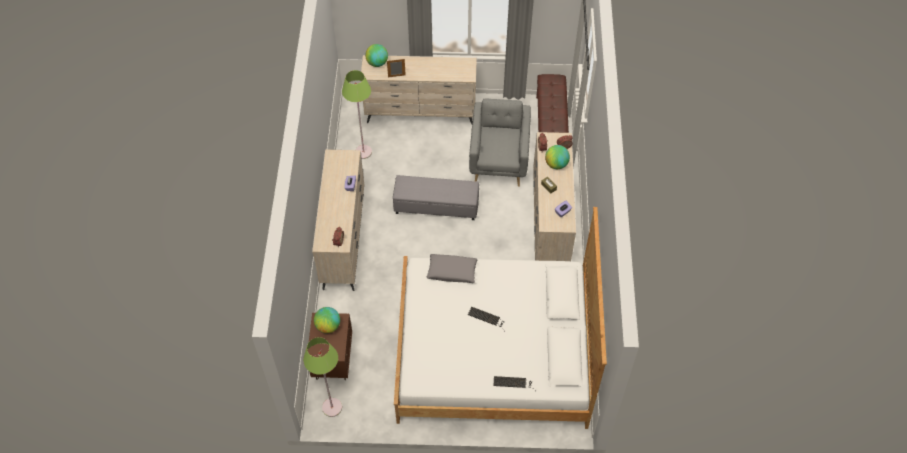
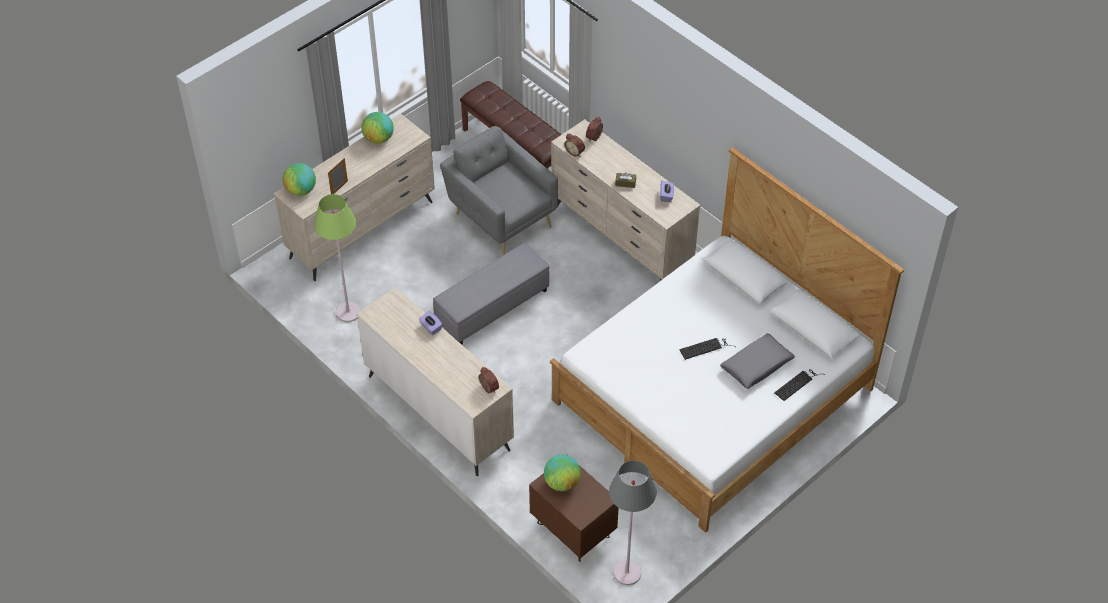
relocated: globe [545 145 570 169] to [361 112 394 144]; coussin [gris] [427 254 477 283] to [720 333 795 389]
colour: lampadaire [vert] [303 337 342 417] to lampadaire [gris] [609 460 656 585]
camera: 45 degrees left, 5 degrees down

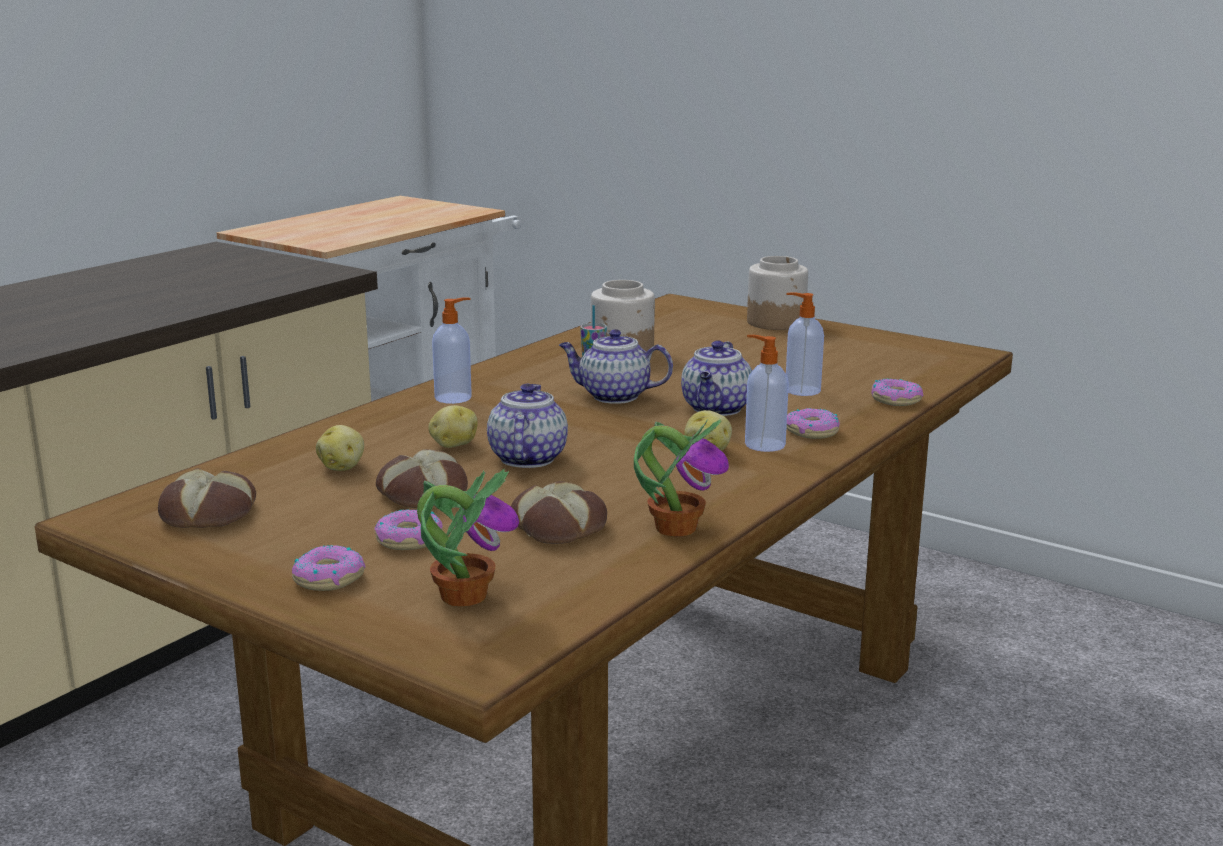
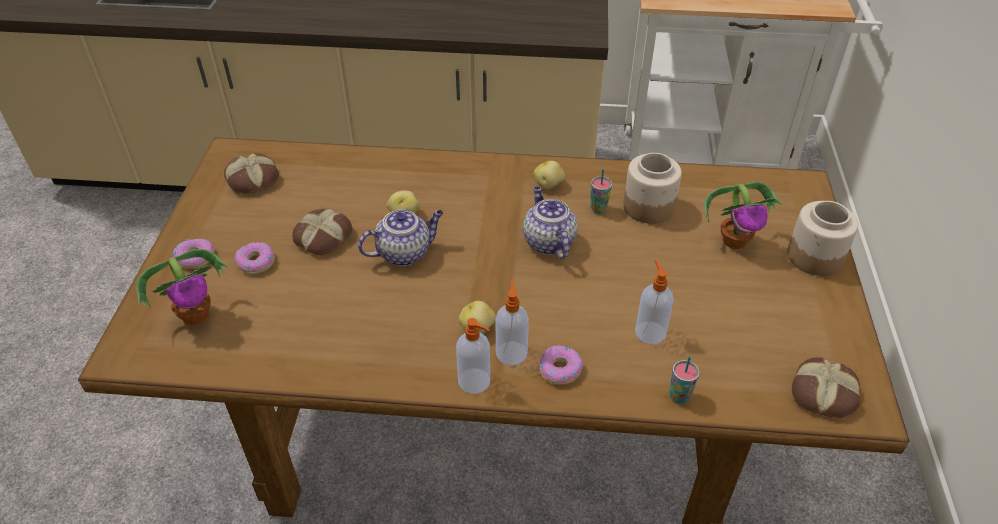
missing: théière [681 340 752 416]
relocated: distributeur de savon [432 297 472 404] to [456 318 490 394]; pomme de terre [316 425 364 471] to [534 161 565 189]; plante en pot [634 419 729 536] to [704 182 783 249]; pain [511 481 607 544] to [792 357 860 418]
exchanged: beignet [871 379 923 406] to tasse [669 356 700 404]
camera: 60 degrees right, 25 degrees up

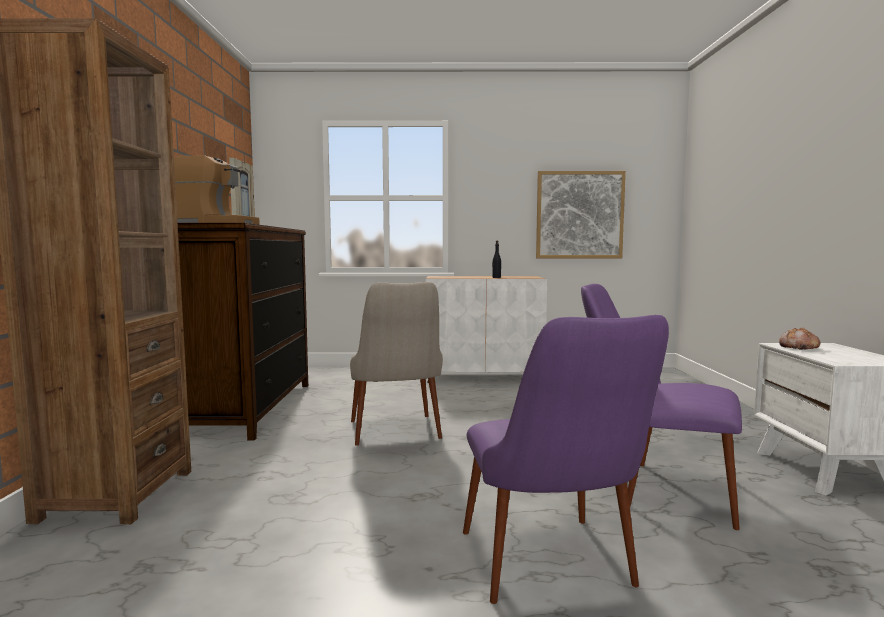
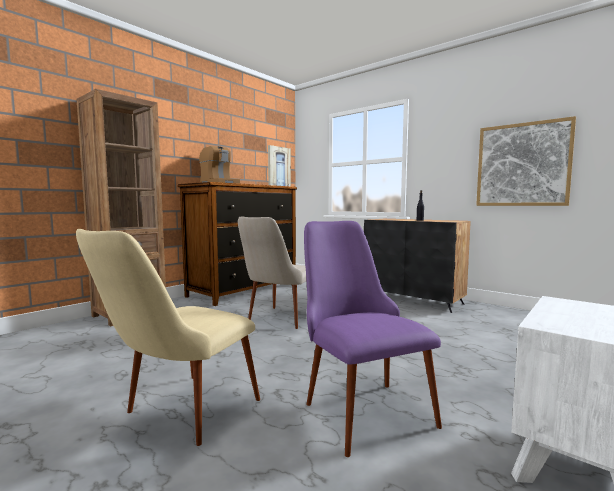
missing: pain [779 328 821 350]
colour: chaise [violet] [463 315 669 604] to chaise [beige] [76 229 260 446]; meuble de rangement [blanc] [426 276 547 383] to meuble de rangement [noir] [364 219 470 313]
camera: 40 degrees right, 0 degrees up

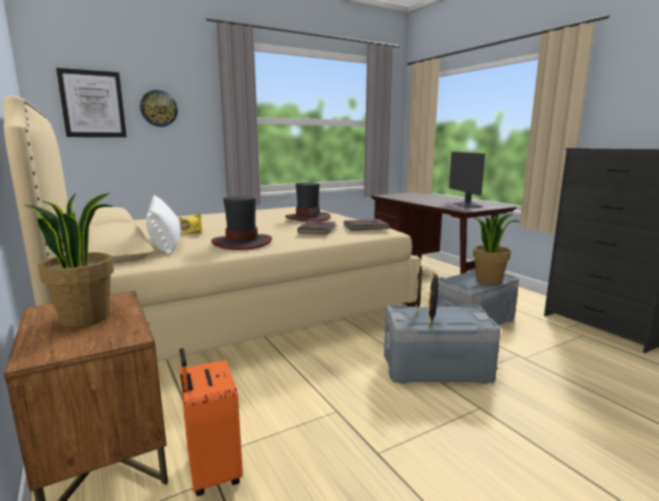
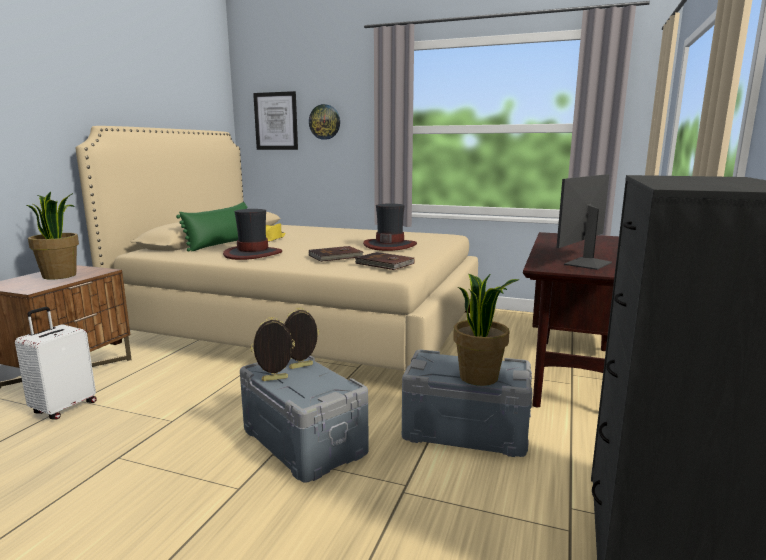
colour: valise [orange] [179 348 243 496] to valise [blanc] [15 307 97 420]; coussin [blanc] [146 195 181 255] to coussin [vert] [176 202 247 252]
camera: 50 degrees right, 0 degrees up

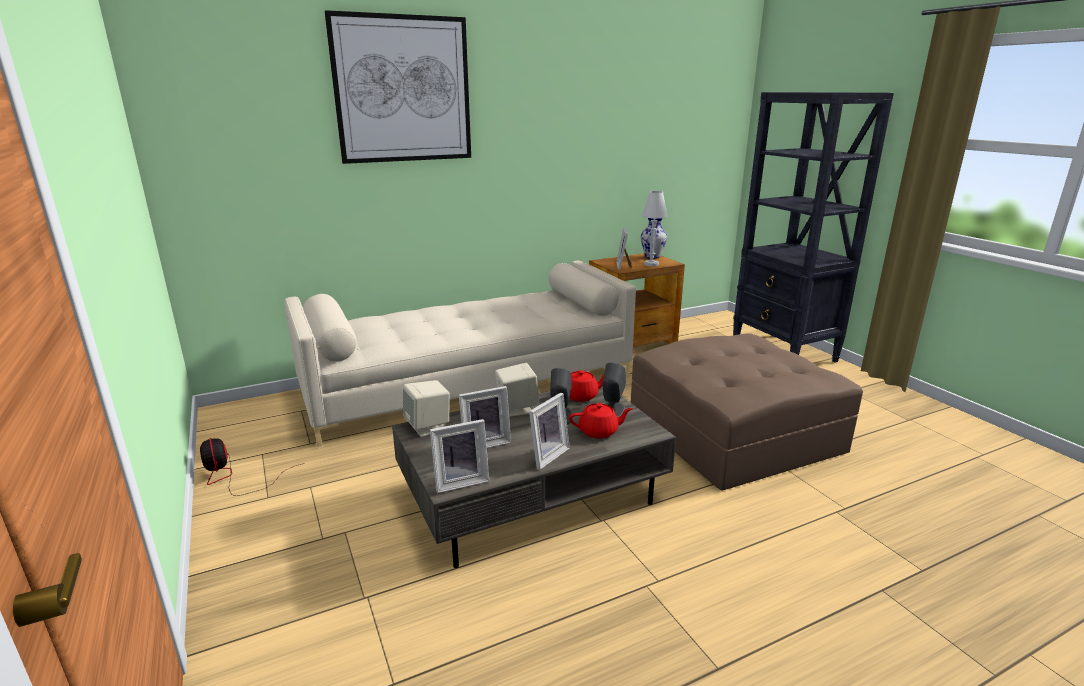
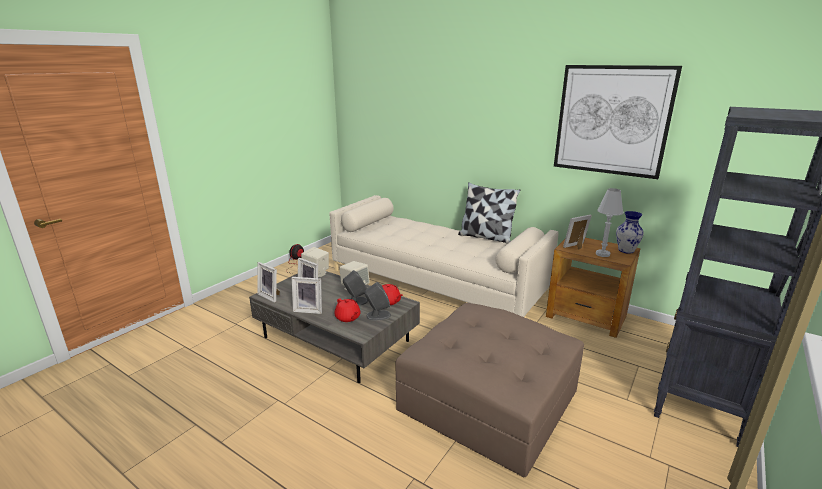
appeared: coussin [458 182 521 243]
relocated: tableau [324 10 471 164] to [554 65 682 179]
camera: 60 degrees right, 0 degrees up

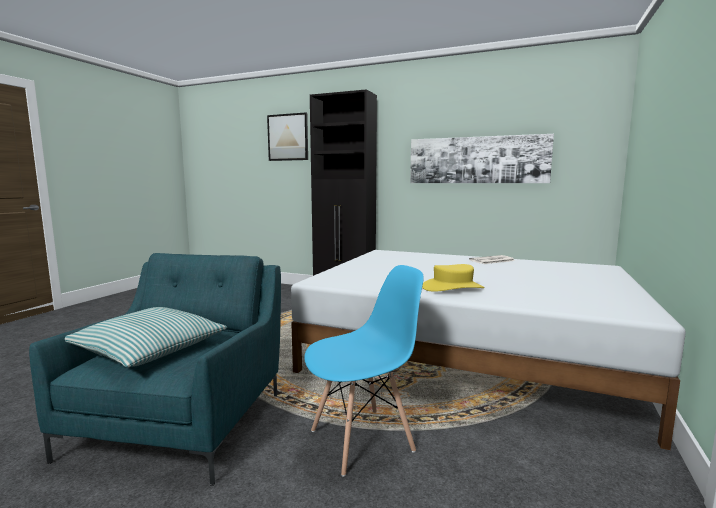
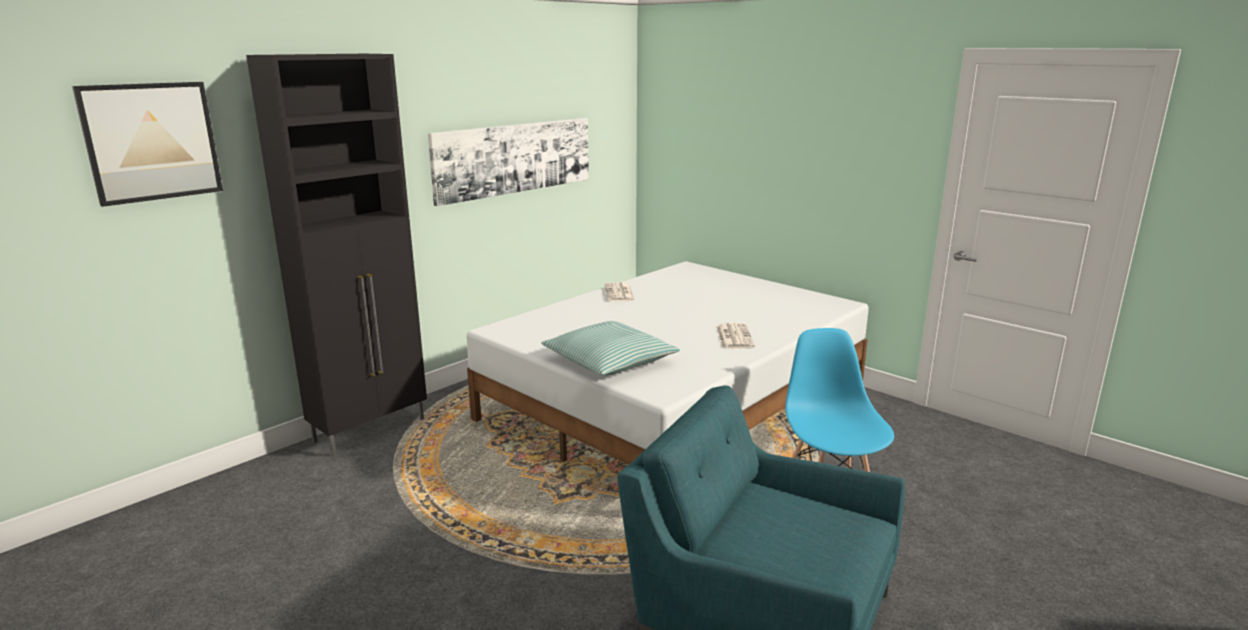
relocated: coussin [65 307 227 367] to [541 321 680 376]
exchanged: chapeau [jaune] [422 264 485 292] to journal [717 323 755 349]
camera: 70 degrees left, 10 degrees up

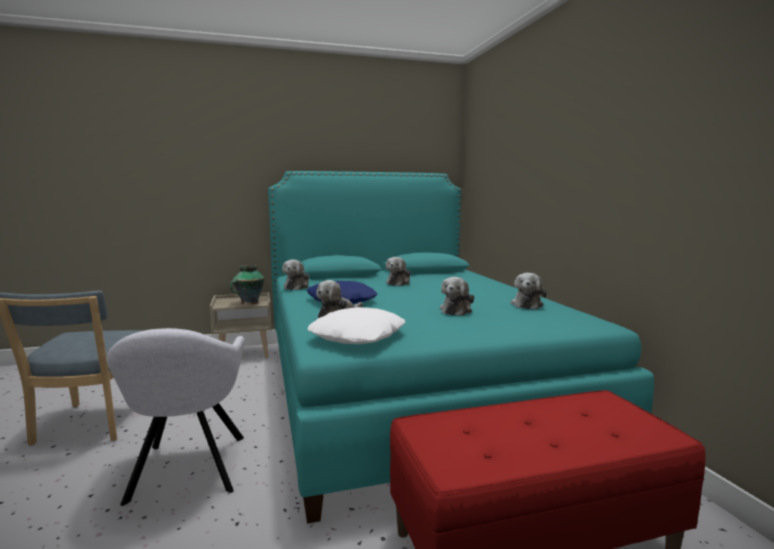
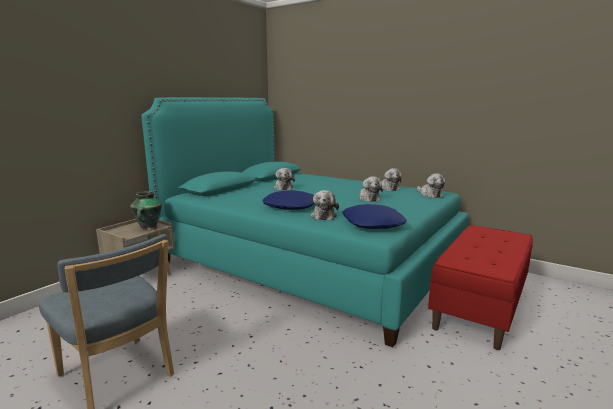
missing: fauteuil [gris] [106 328 244 506]
relocated: peluche [282 259 309 290] to [417 173 445 198]
colour: coussin [blanc] [308 307 405 344] to coussin [bleu] [342 204 407 229]
camera: 40 degrees left, 5 degrees up

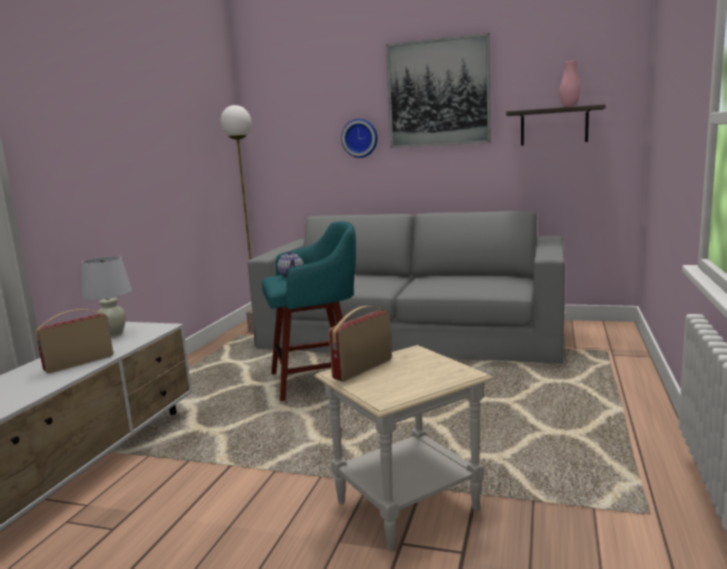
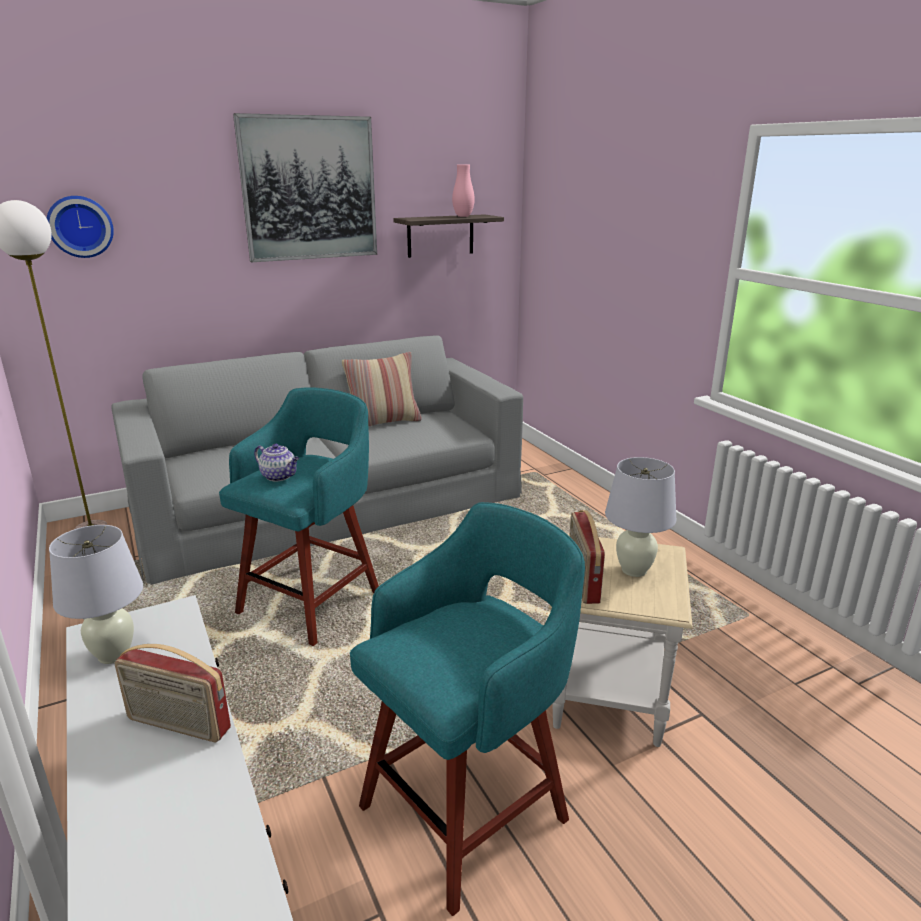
appeared: coussin [342 352 422 427]; tabouret [turquoise] [350 502 585 916]; lampe de table [blanc] [605 457 677 577]
relocated: horloge murale [341 119 378 158] to [47 196 114 258]
spun: radio [36 309 113 374] = [114 644 231 743] 75 degrees counterclockwise
camera: 45 degrees left, 10 degrees up

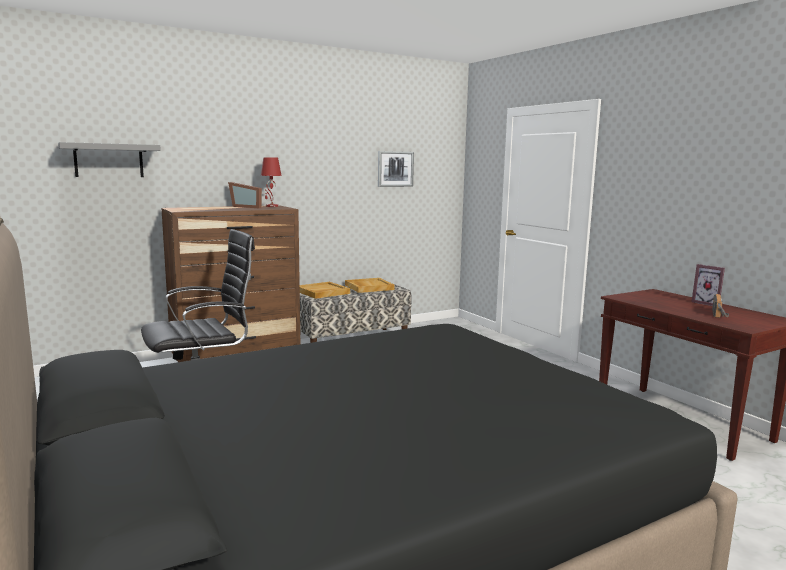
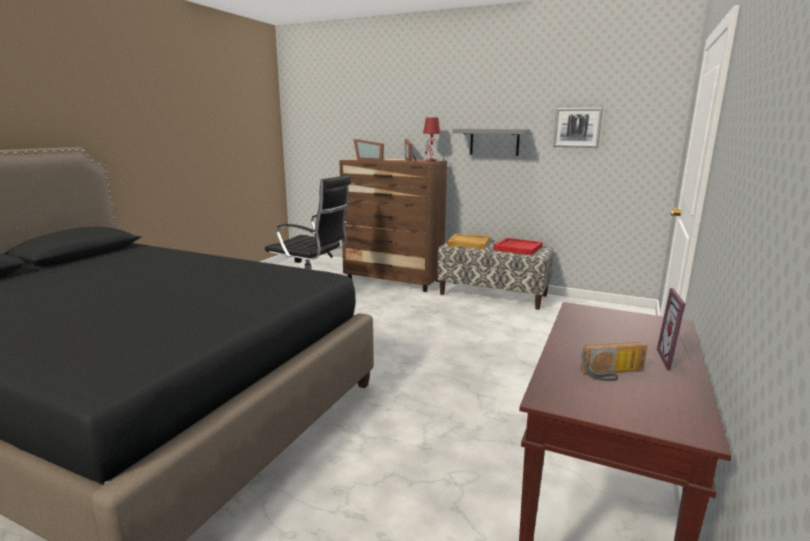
appeared: cadre photo [354 139 384 161]
relocated: étagère [gris] [58 142 161 177] to [452 129 530 156]
colour: plateau [beige] [345 278 395 293] to plateau [rouge] [494 238 543 255]
camera: 55 degrees right, 5 degrees up

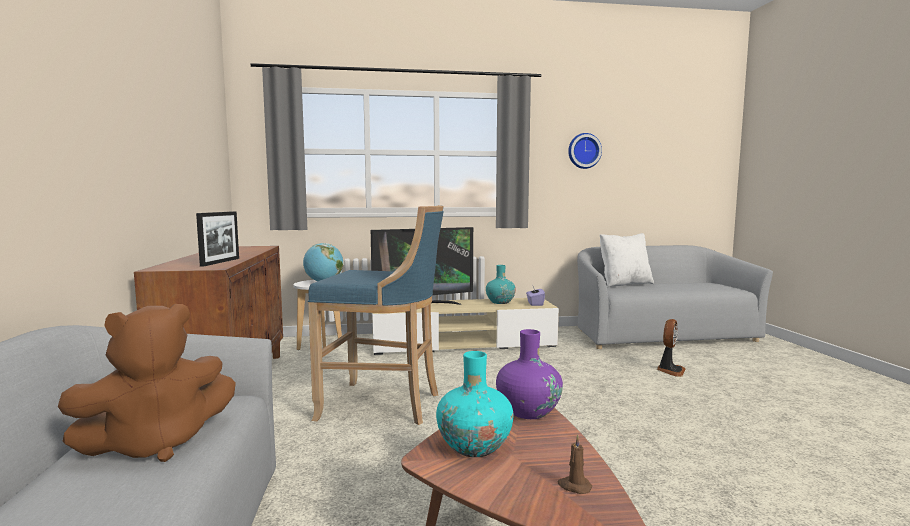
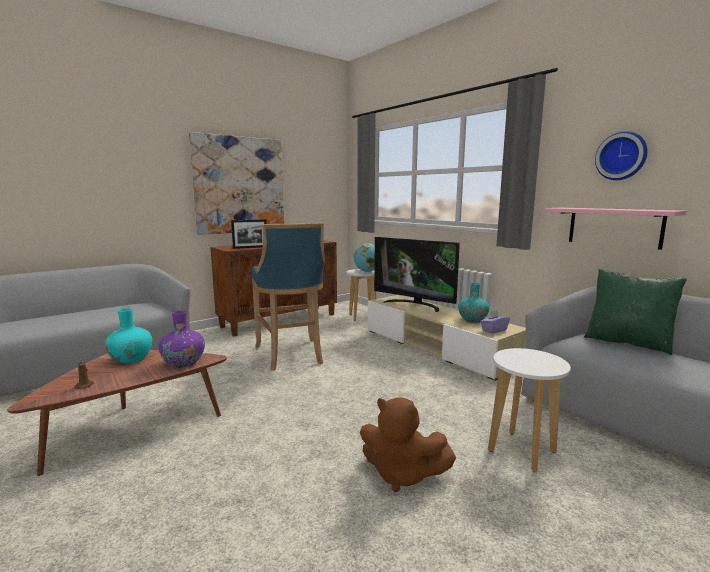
appeared: tableau [189 132 284 235]; étagère [rose] [545 208 686 250]
relocated: peluche [marron] [58 304 236 462] to [360 397 456 492]
exchanged: ventilateur [657 319 685 377] to tabouret [blanc] [488 348 571 473]
colour: coussin [blanc] [600 233 654 287] to coussin [vert] [584 269 687 355]
camera: 60 degrees right, 5 degrees up

